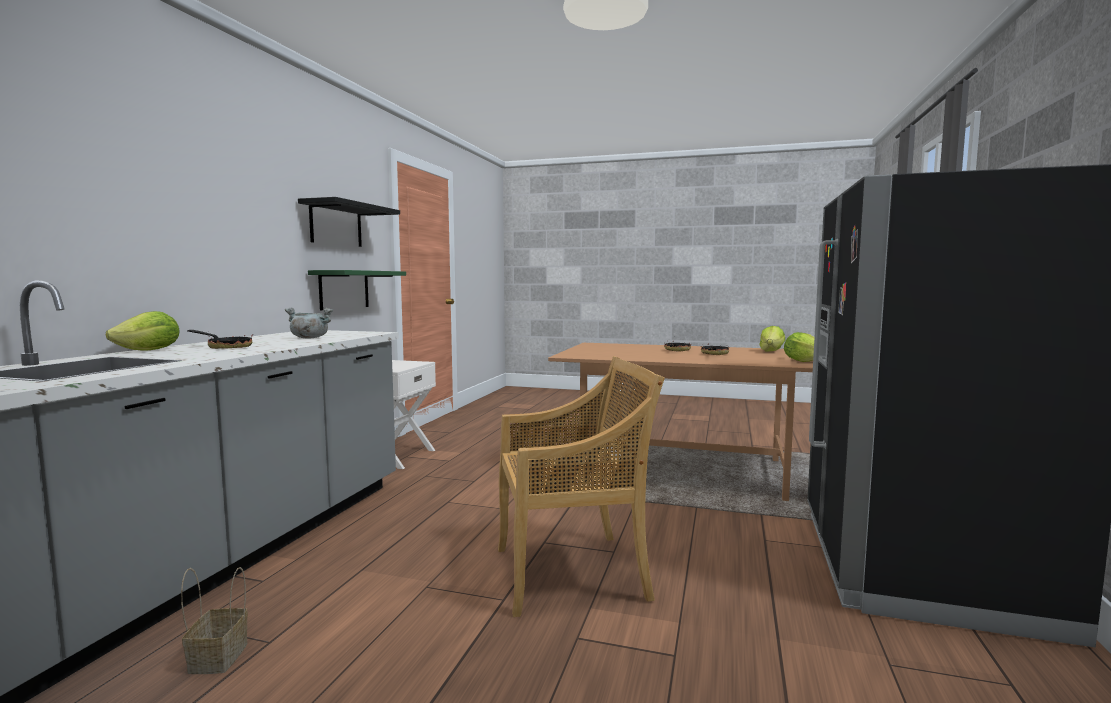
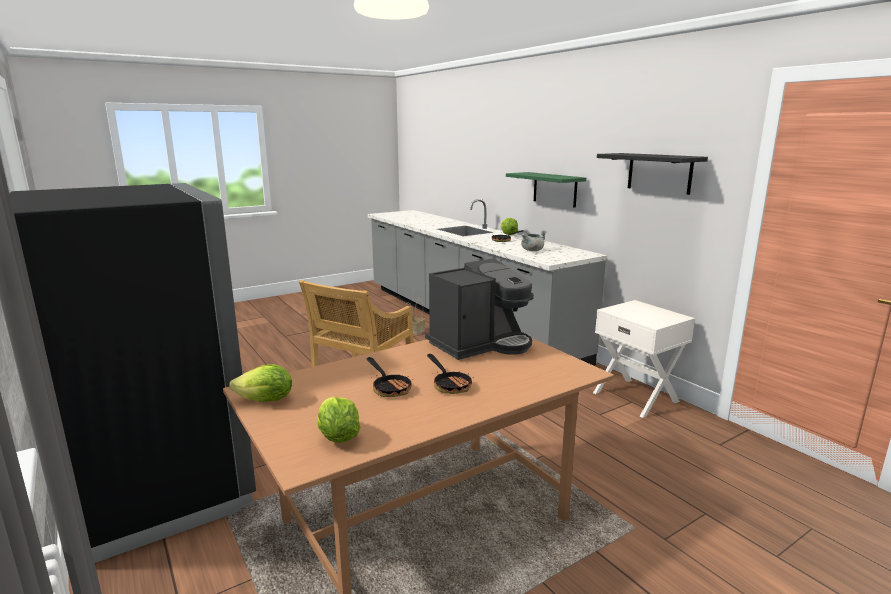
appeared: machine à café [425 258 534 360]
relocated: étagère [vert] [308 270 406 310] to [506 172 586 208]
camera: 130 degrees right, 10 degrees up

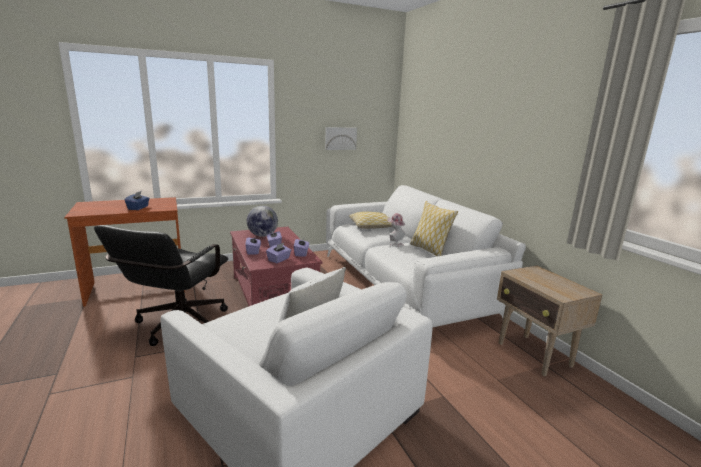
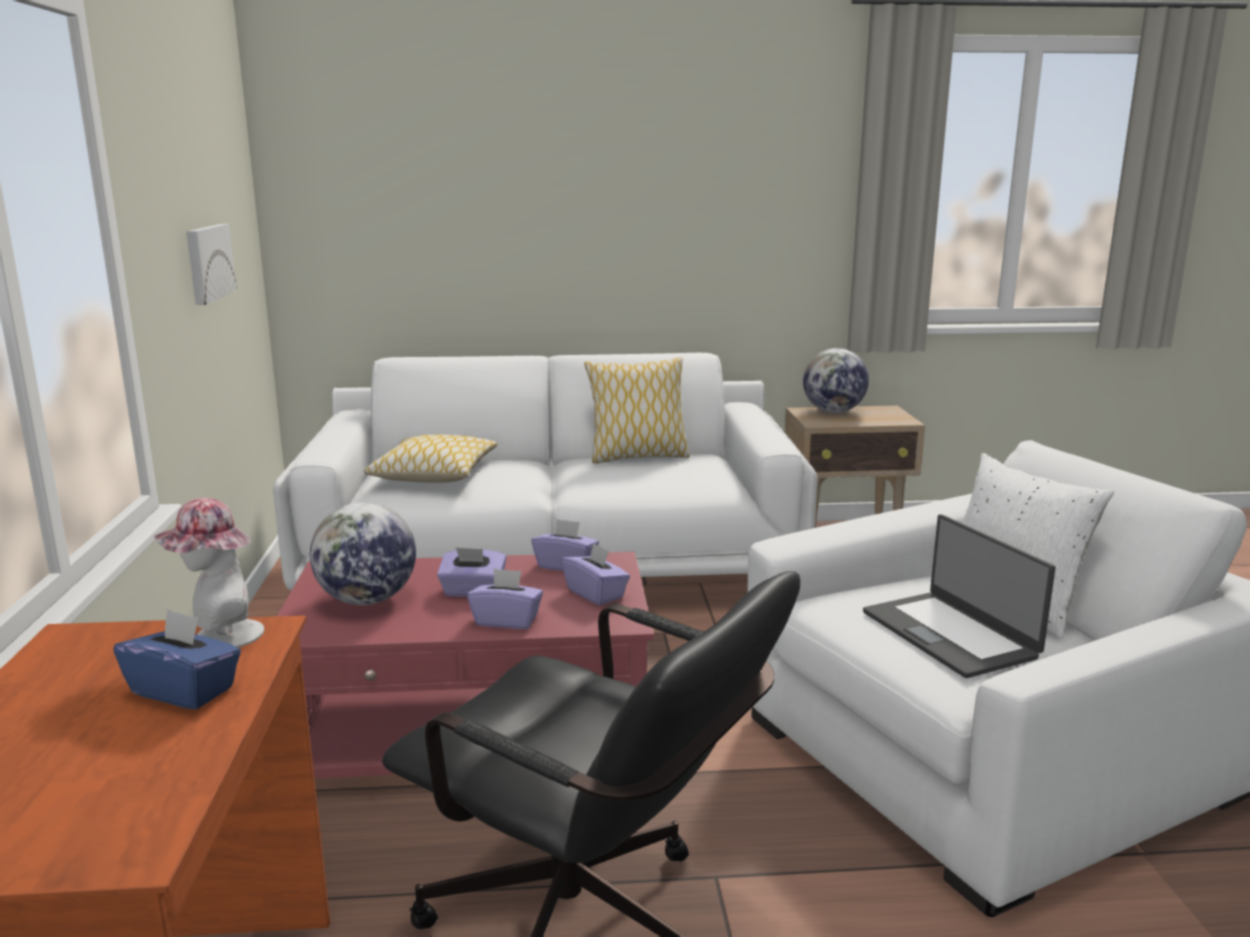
appeared: globe [803 348 869 413]; ordinateur portable [863 514 1056 678]
relocated: chapeau [387 213 405 247] to [154 498 264 648]
camera: 70 degrees left, 0 degrees up

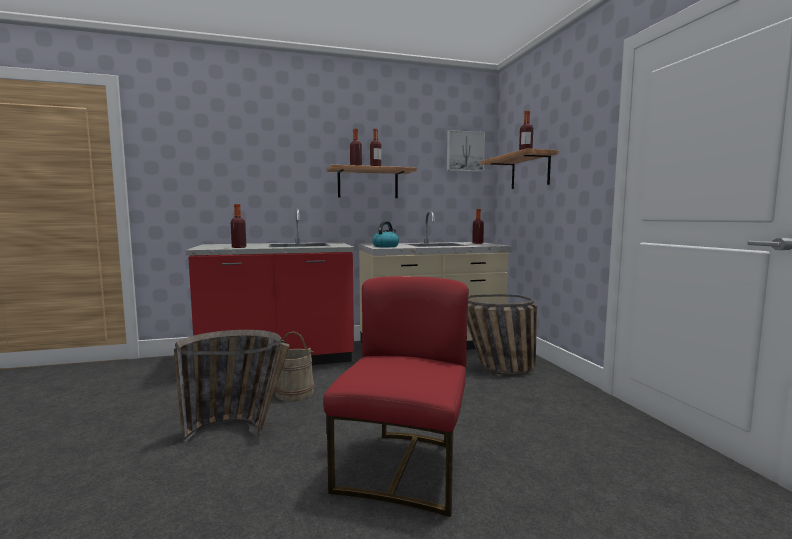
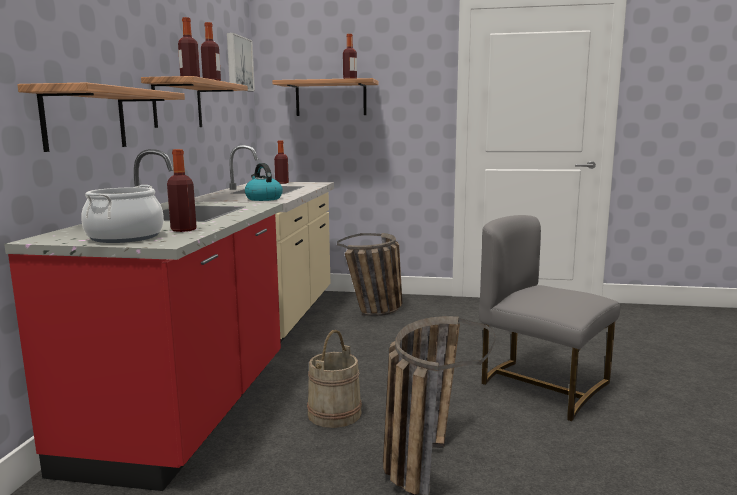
appeared: étagère [17 82 185 152]; marmite [81 185 164 243]
colour: chaise [rouge] [323 276 469 517] to chaise [gris] [479 215 620 421]
camera: 65 degrees left, 5 degrees up

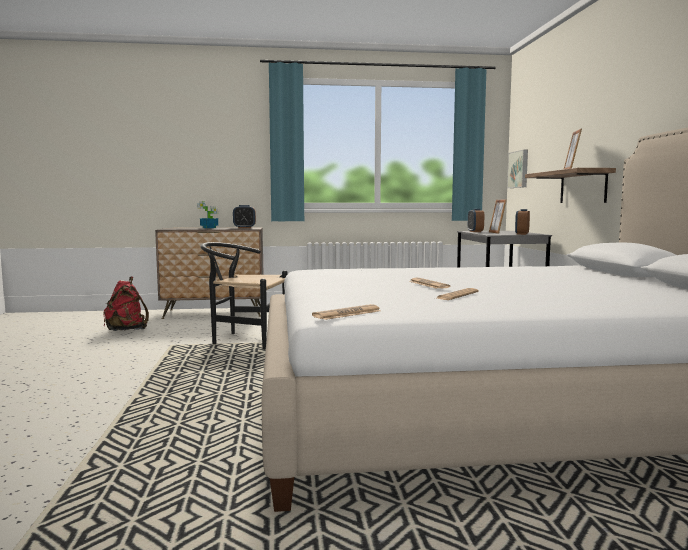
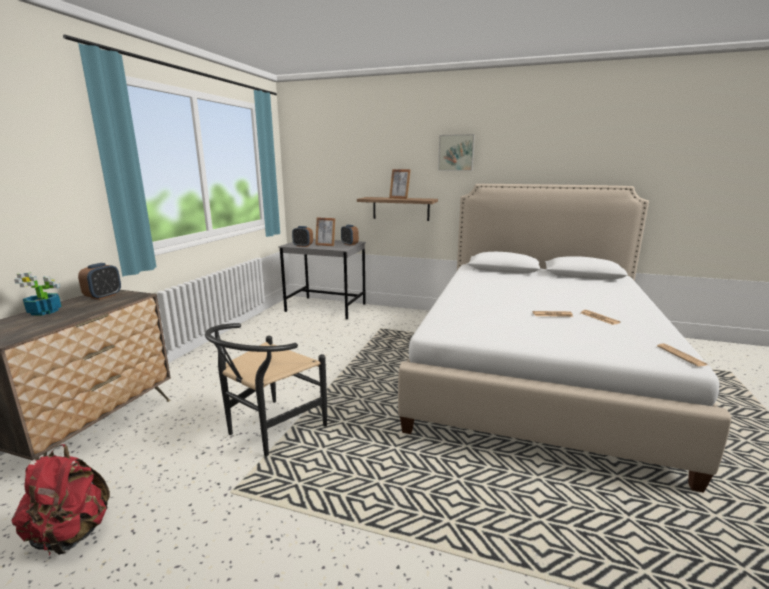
relocated: tableau [507 150 528 188] to [438 134 475 171]
camera: 65 degrees left, 10 degrees up

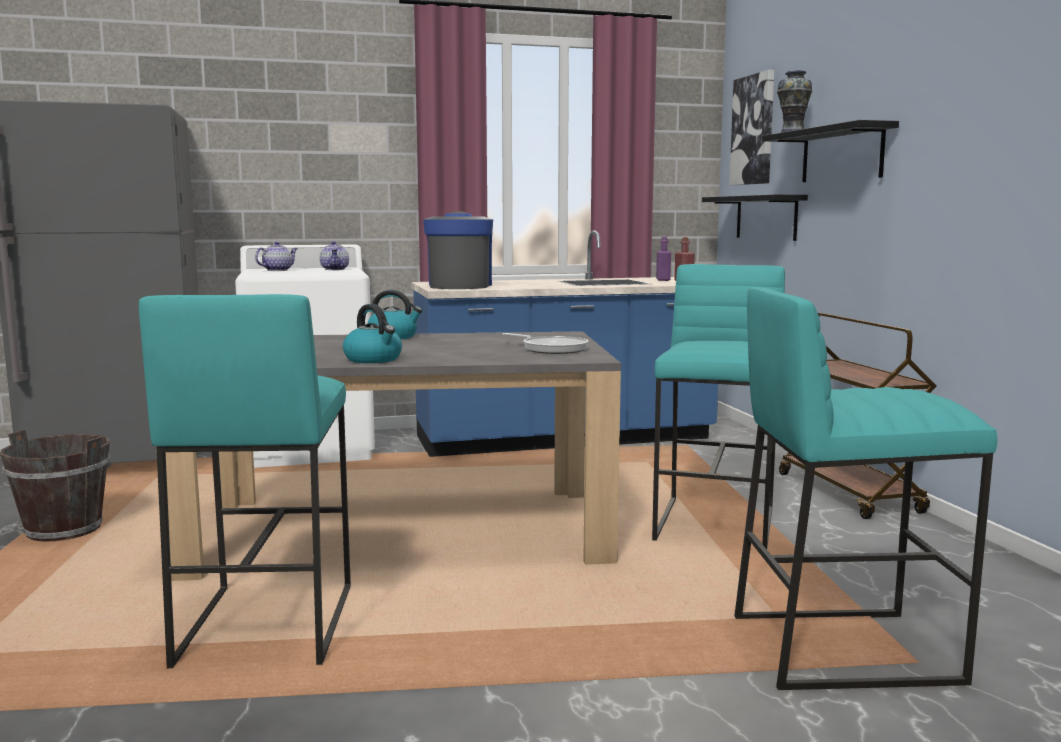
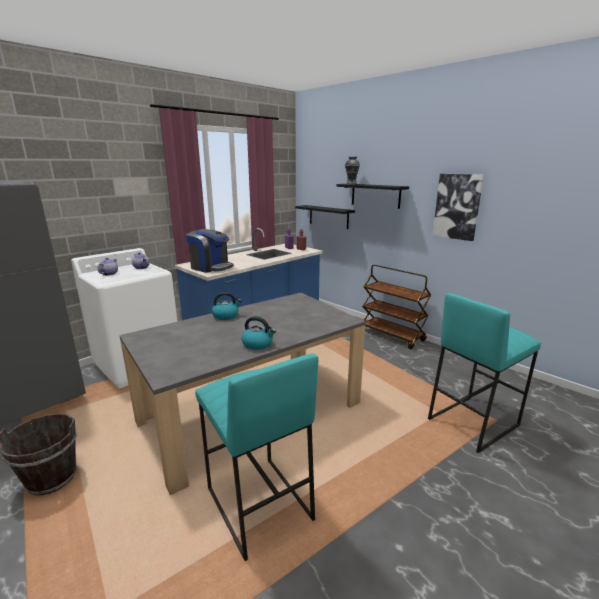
missing: poêle [502 333 589 354]; tabouret [turquoise] [652 264 785 549]
relocated: tableau [729 70 774 185] to [432 174 484 241]
spun: machine à café [423 212 493 289] = [185 229 234 273] 150 degrees clockwise
camera: 30 degrees left, 10 degrees up

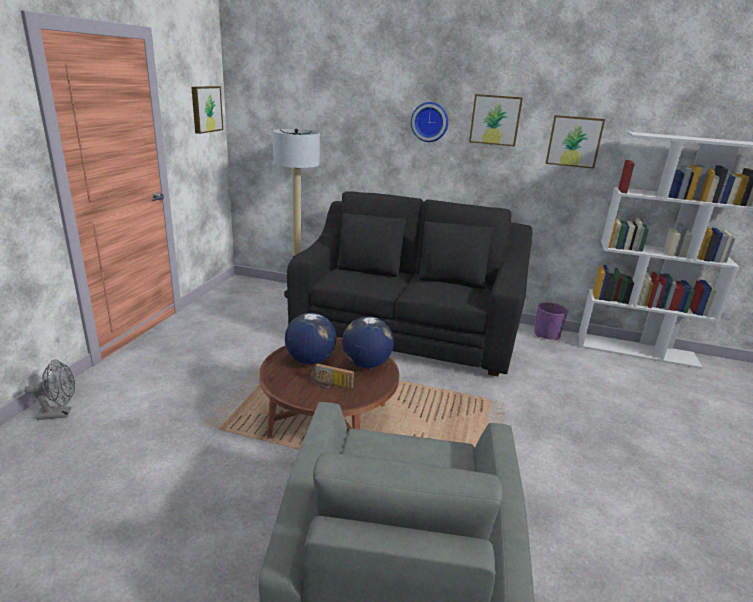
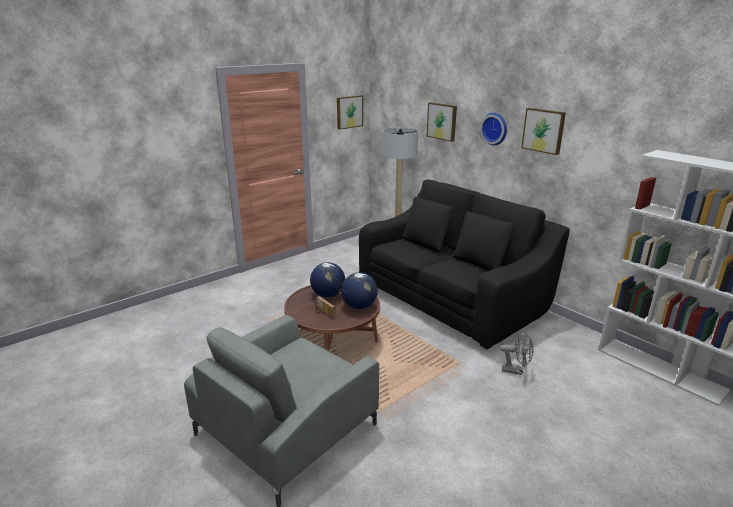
missing: cache-pot [violet] [534 302 568 340]
relocated: tableau [546 115 605 169] to [427 102 457 142]; ventilateur [gris] [24 360 75 420] to [500 331 533 375]
camera: 35 degrees right, 0 degrees up

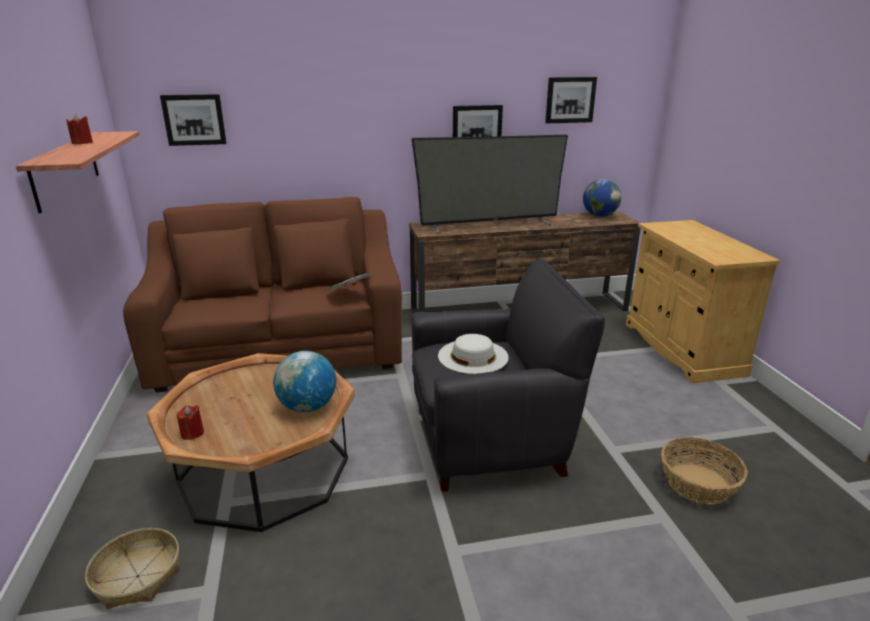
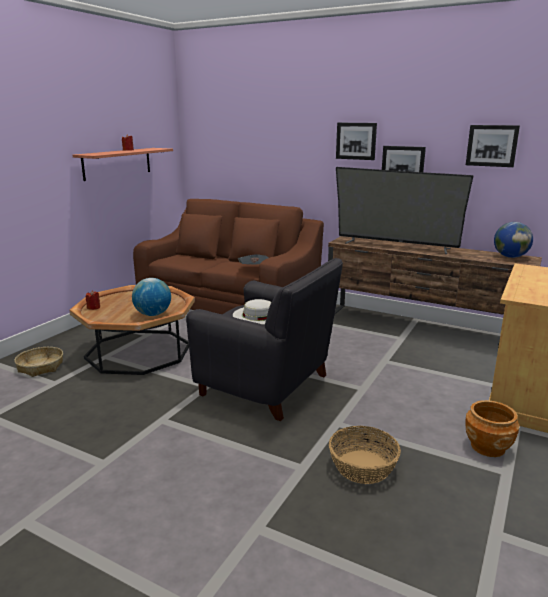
appeared: cache-pot [marron] [465 400 520 457]
relocated: tableau [160 94 227 146] to [336 123 377 160]
camera: 40 degrees right, 5 degrees down

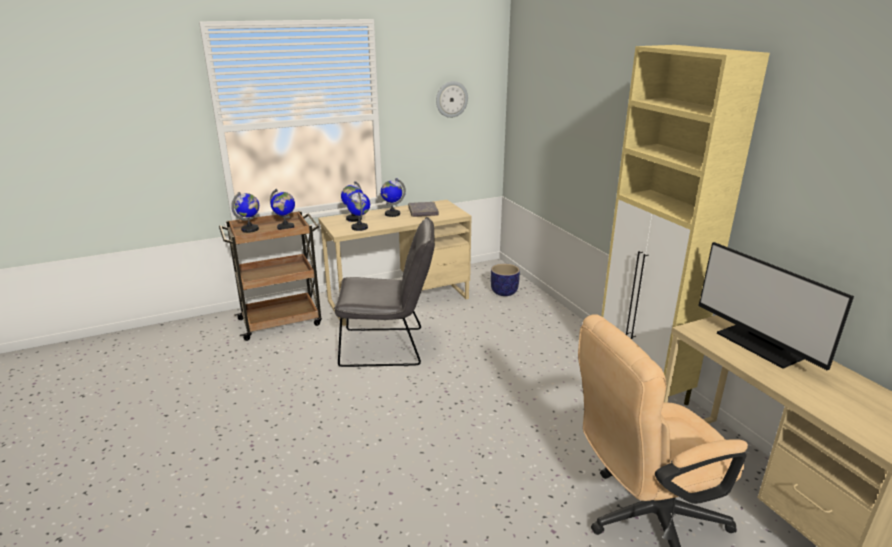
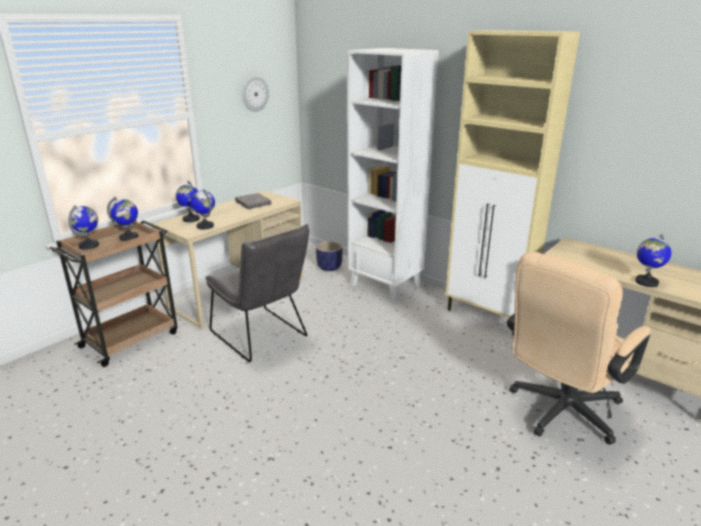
missing: écran d'ordinateur [698 242 854 370]
appeared: bibliothèque [blanc] [347 48 439 302]
relocated: globe [381 178 406 217] to [635 234 671 287]
spun: chaise [gris] [334 217 435 367] = [205 224 309 362] 75 degrees clockwise
camera: 25 degrees left, 0 degrees up

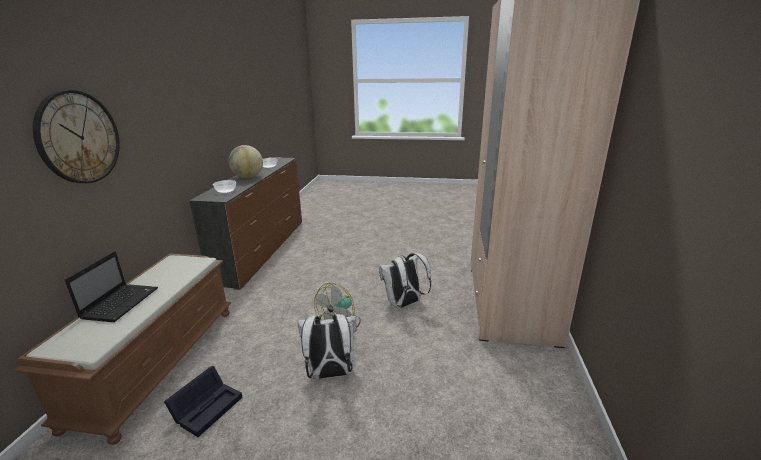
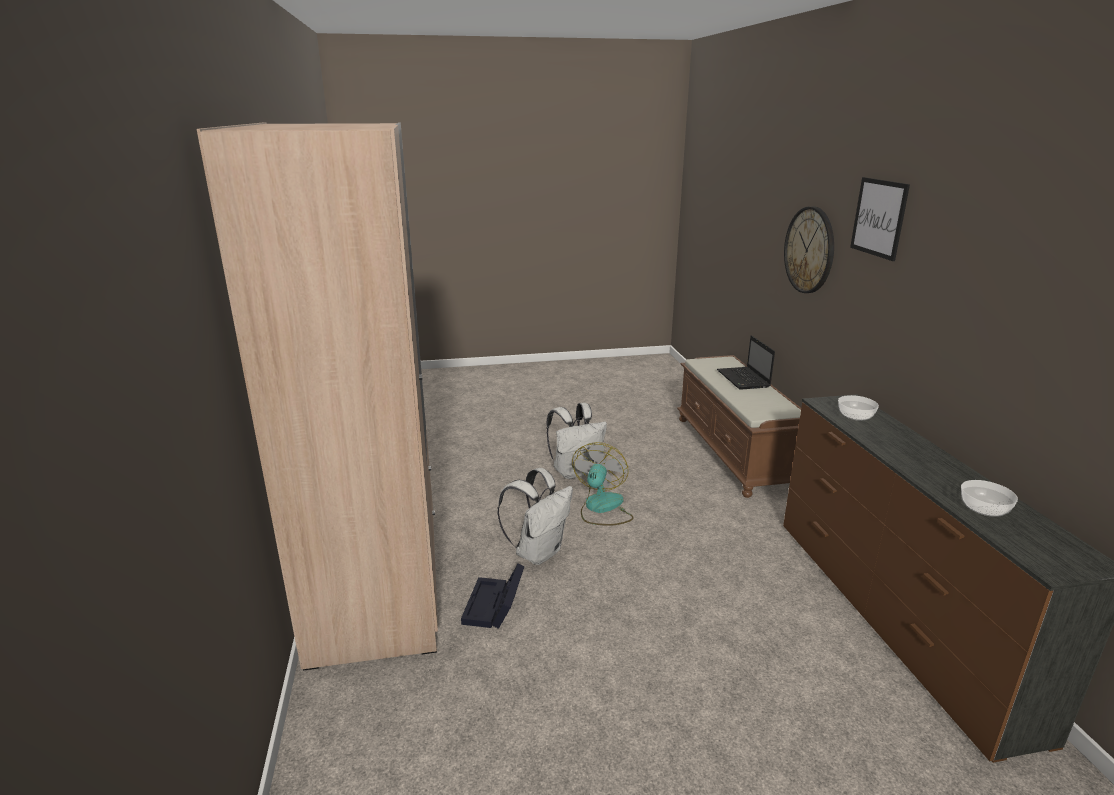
missing: globe [229 145 263 178]
appeared: tableau [850 177 910 261]
relocated: boîte de rangement [noir] [164 366 242 437] to [461 564 524 629]
camera: 160 degrees right, 0 degrees up

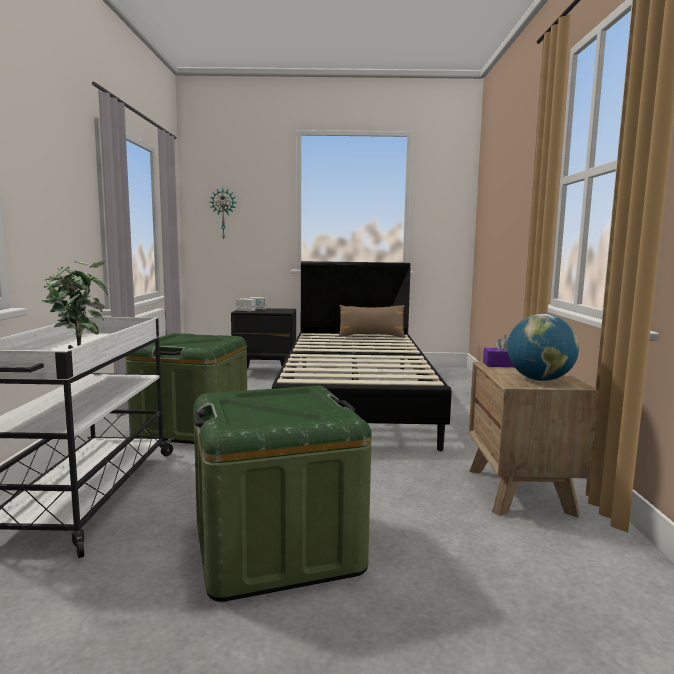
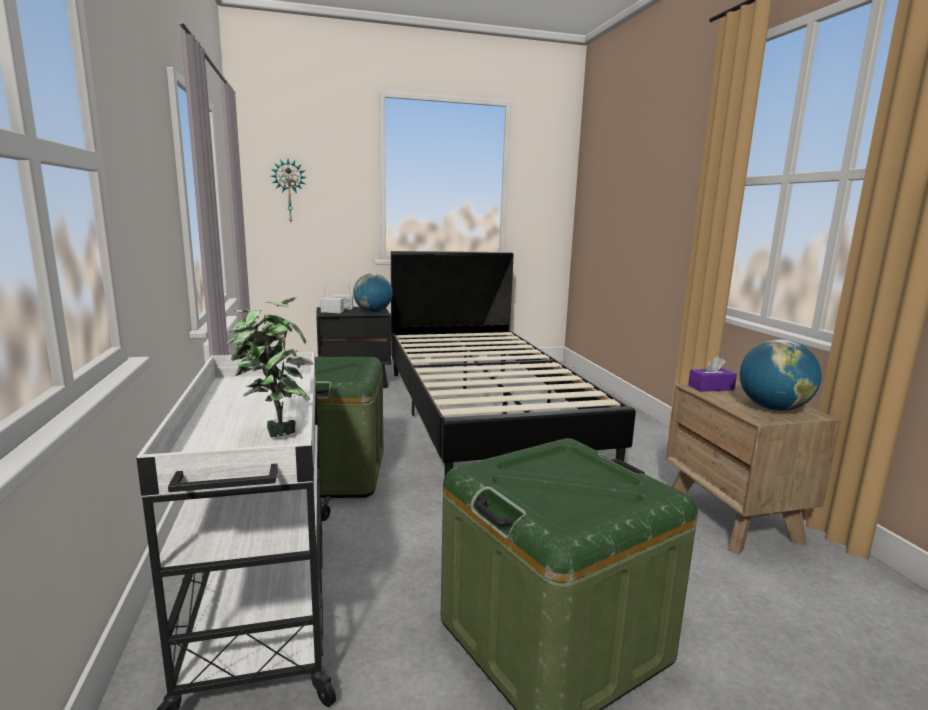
missing: coussin [marron] [338 305 405 338]
appeared: globe [353 273 393 312]
camera: 15 degrees left, 5 degrees up

